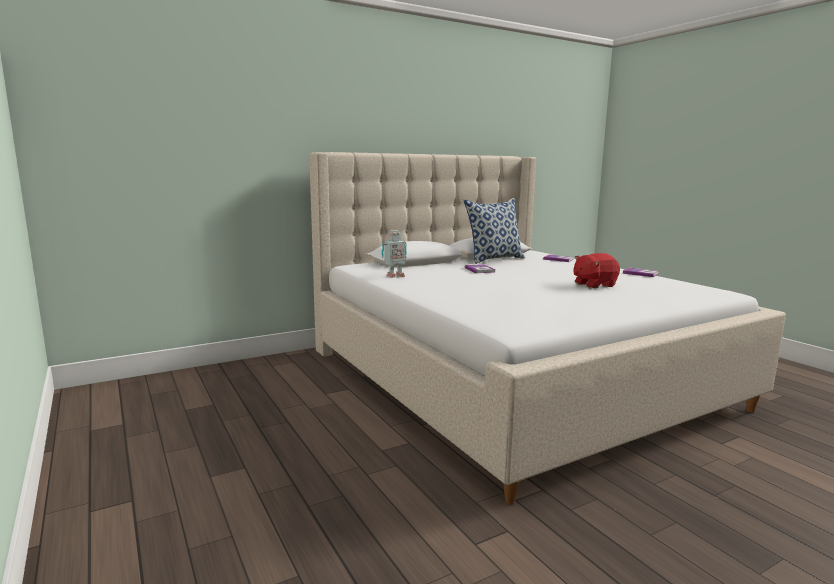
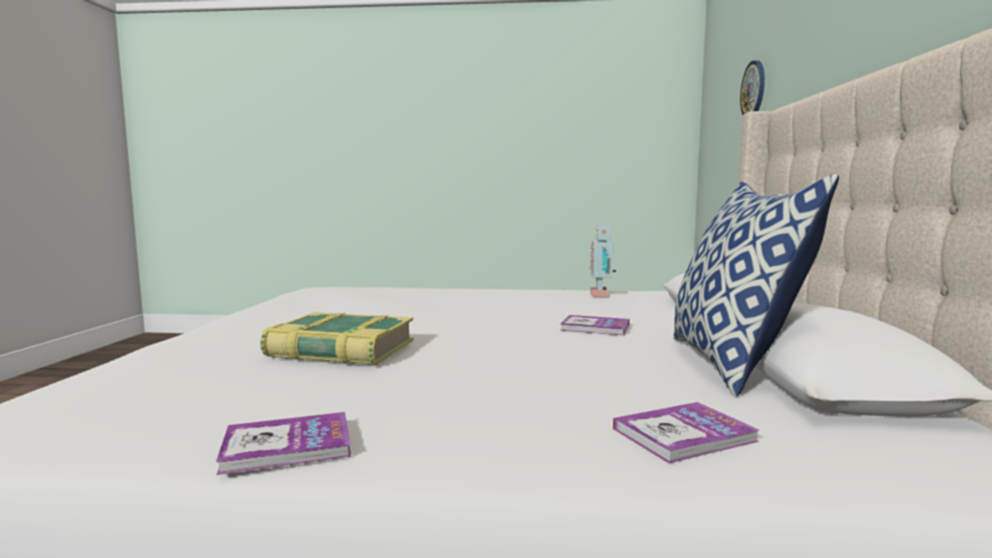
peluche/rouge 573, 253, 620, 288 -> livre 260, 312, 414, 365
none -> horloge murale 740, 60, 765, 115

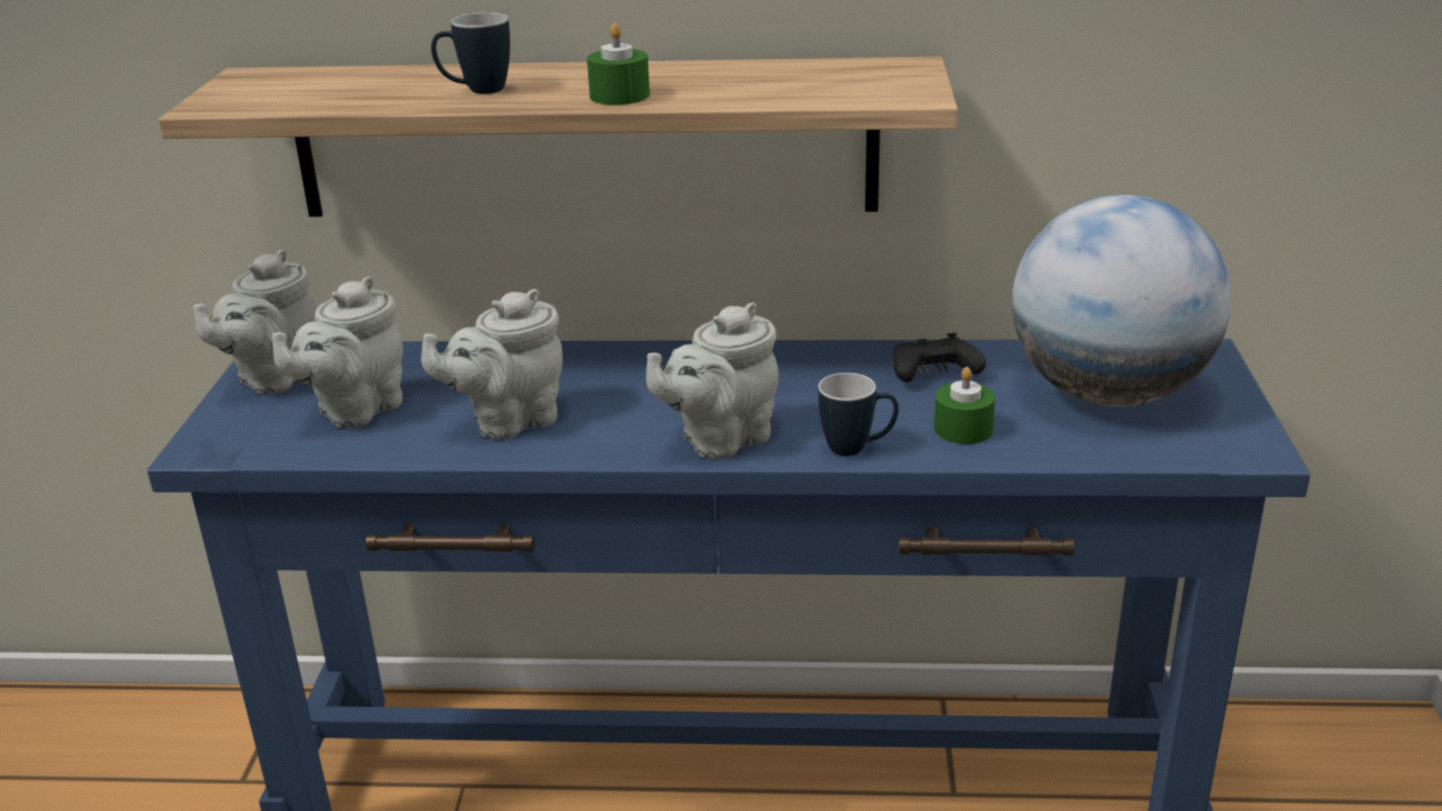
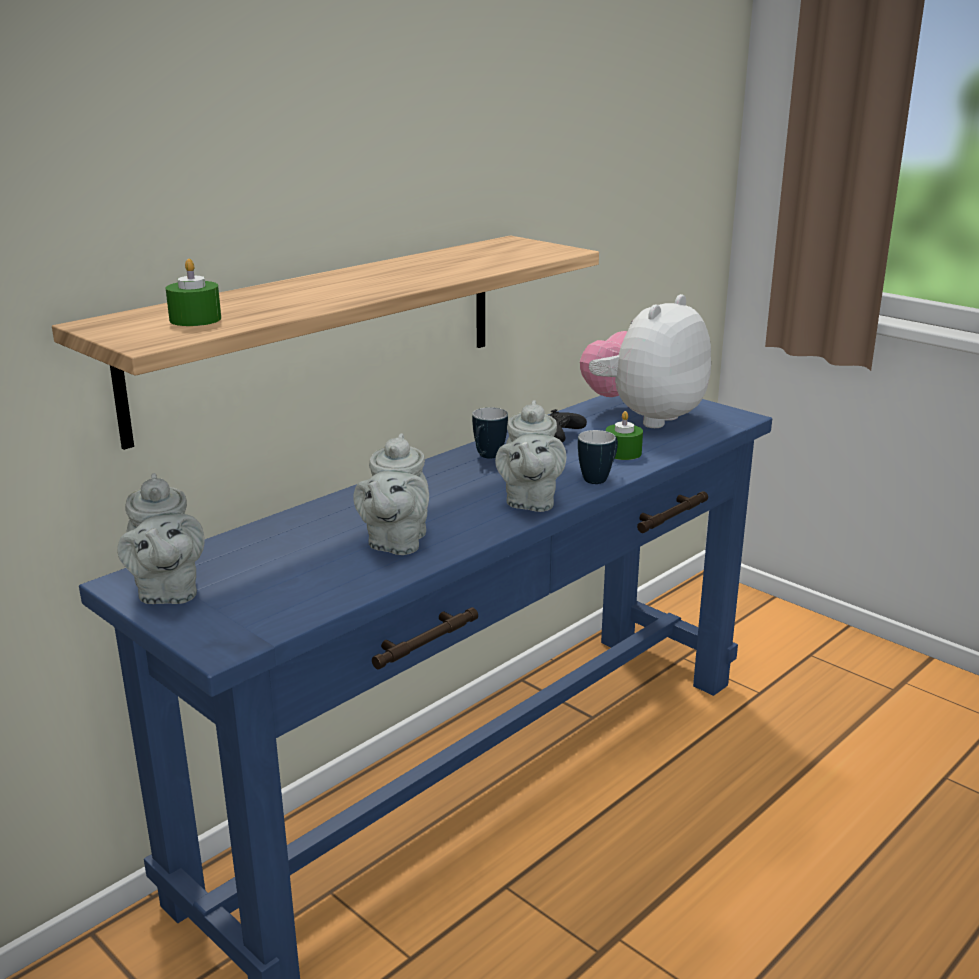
théière/gris 272, 276, 403, 428 -> none
mug 431, 12, 510, 94 -> mug 472, 407, 508, 458, move
bougie/vert 587, 23, 650, 105 -> bougie/vert 166, 259, 221, 326, move
globe 1012, 195, 1231, 407 -> peluche 580, 294, 711, 428

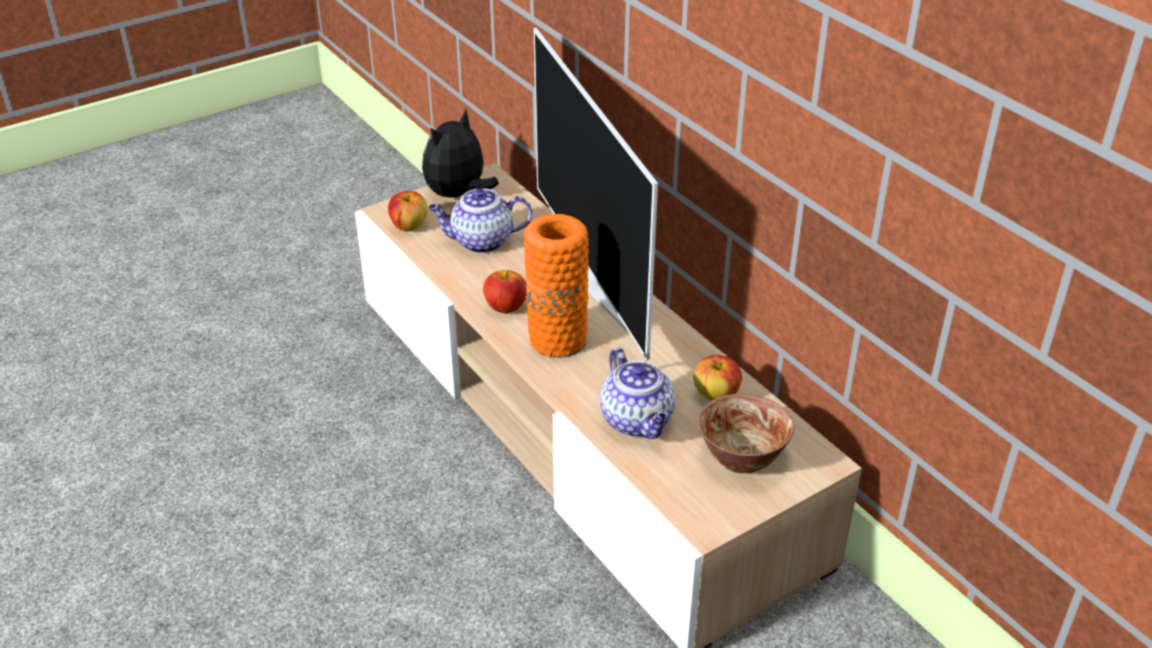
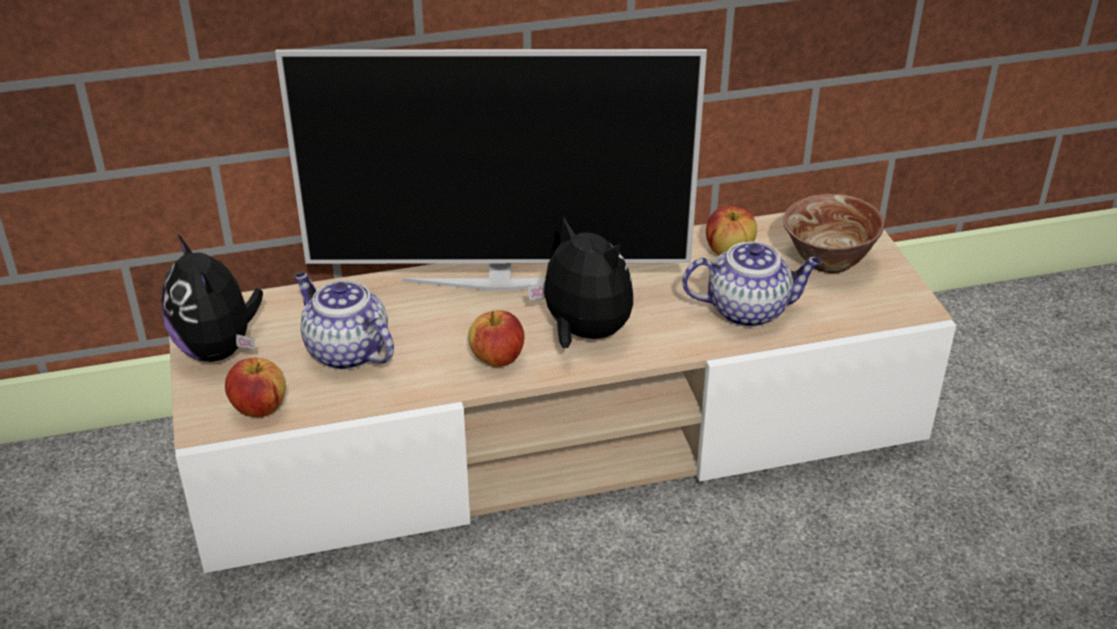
théière 428, 188, 533, 253 -> théière 294, 272, 394, 370, 120 degrees clockwise
vase/orange 524, 214, 589, 358 -> peluche 527, 217, 633, 348

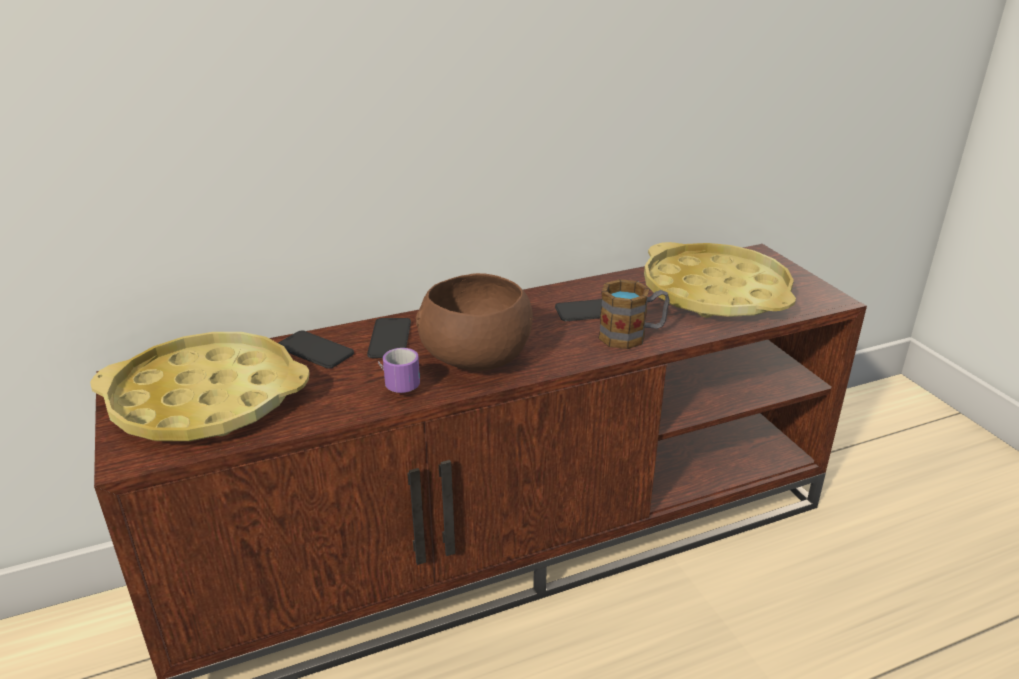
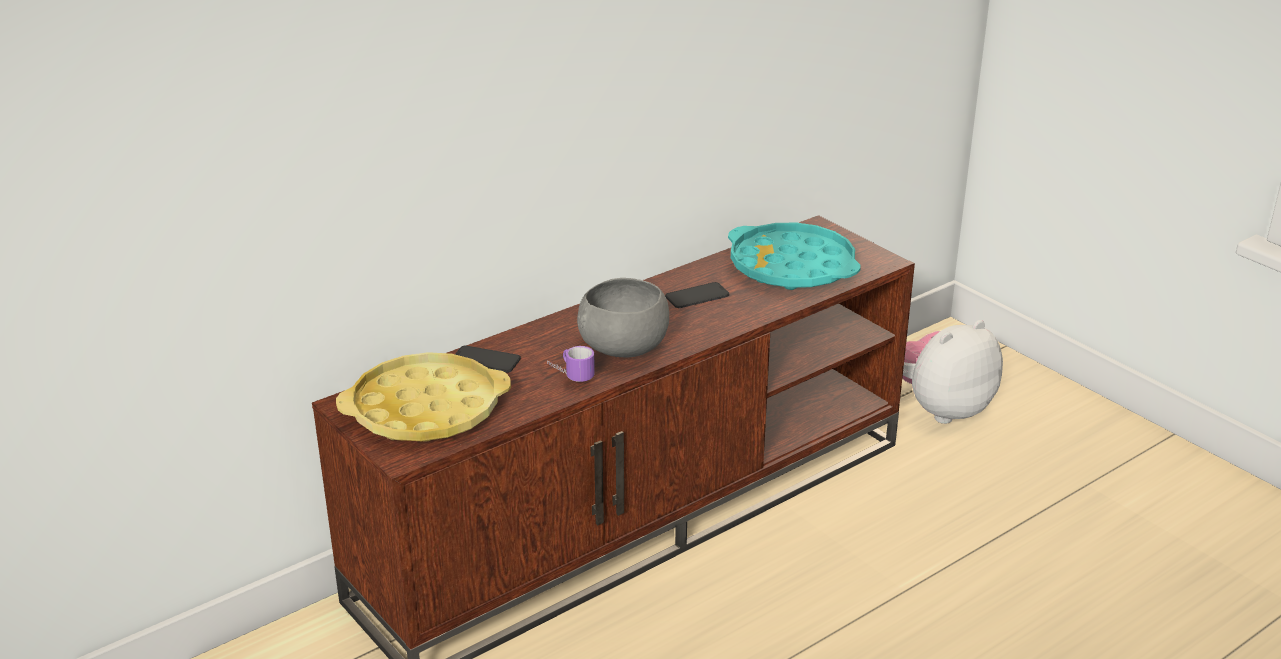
téléphone 367, 318, 411, 358 -> none
bol/marron 416, 273, 533, 371 -> bol/gris 577, 278, 669, 357
mug 598, 279, 670, 349 -> none
plateau/jaune 644, 242, 796, 318 -> plateau/turquoise 728, 223, 861, 290
none -> peluche 902, 320, 1003, 424

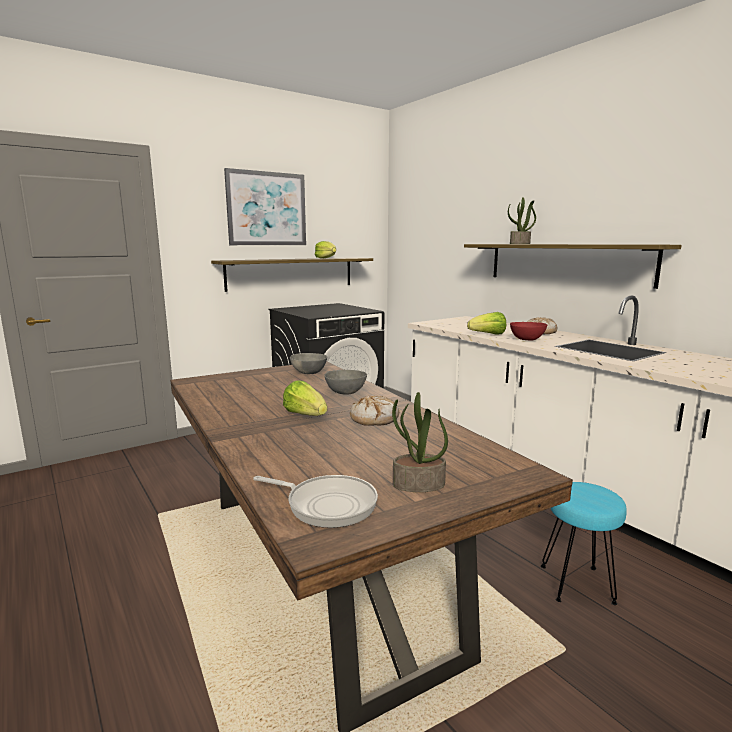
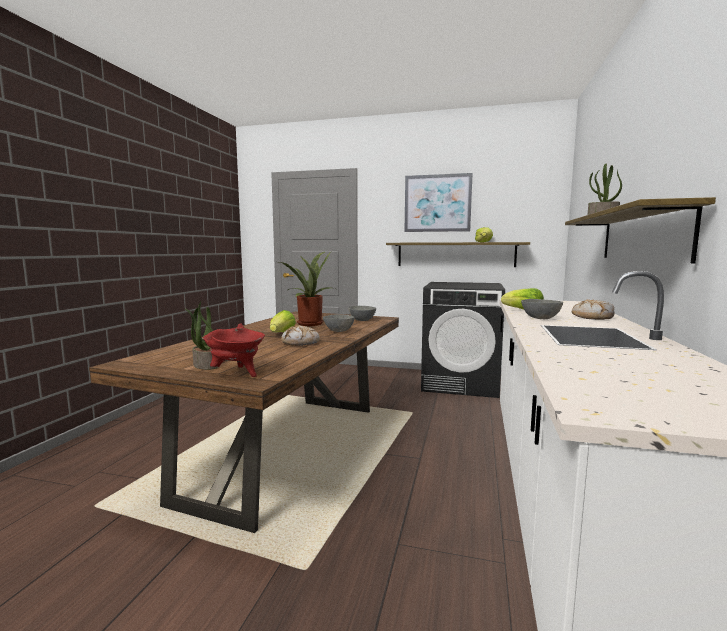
poêle 253, 475, 378, 528 -> none
bol/rouge 510, 322, 547, 340 -> bol/gris 521, 299, 563, 319
tabouret/turquoise 541, 482, 627, 605 -> none
none -> marmite/rouge 202, 323, 265, 377
none -> plante en pot 279, 252, 335, 326

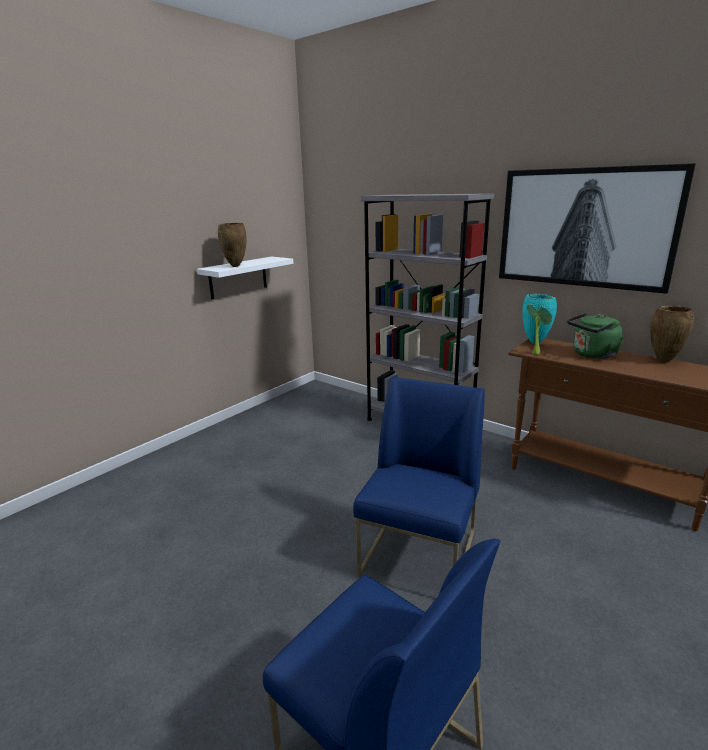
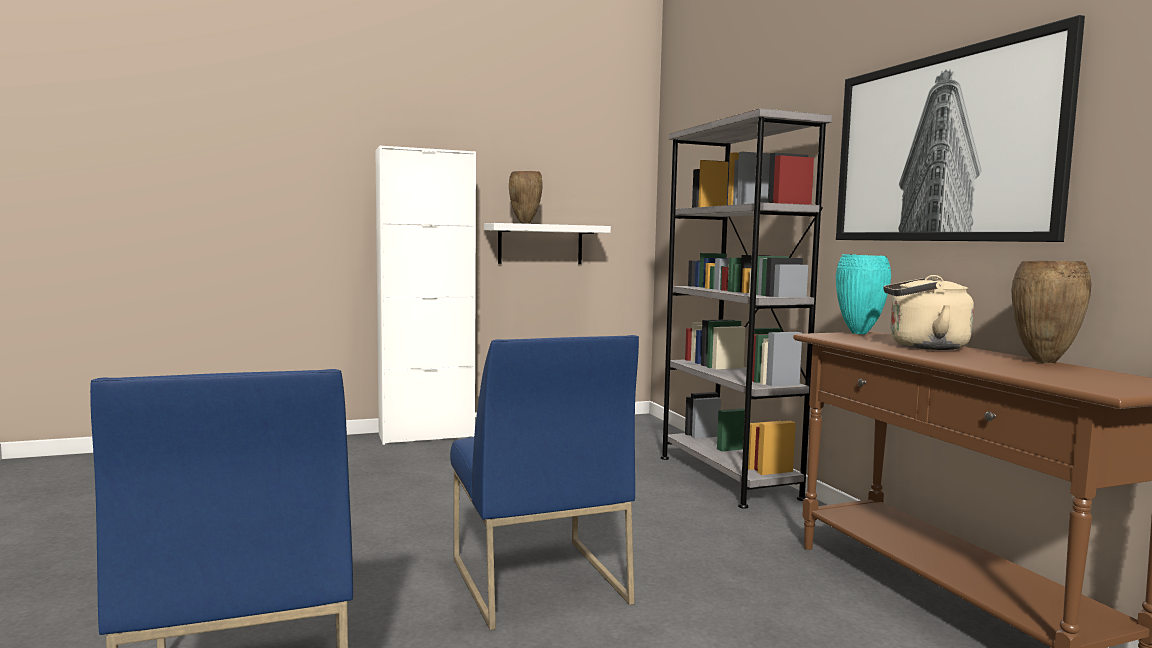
chaise/bleu 353, 377, 485, 577 -> chaise/bleu 450, 335, 639, 630, 105 degrees clockwise
plante en pot 527, 304, 552, 355 -> none
bouilloire/vert 567, 313, 625, 359 -> bouilloire/beige 883, 275, 974, 350
none -> meuble de rangement/blanc 375, 146, 476, 445

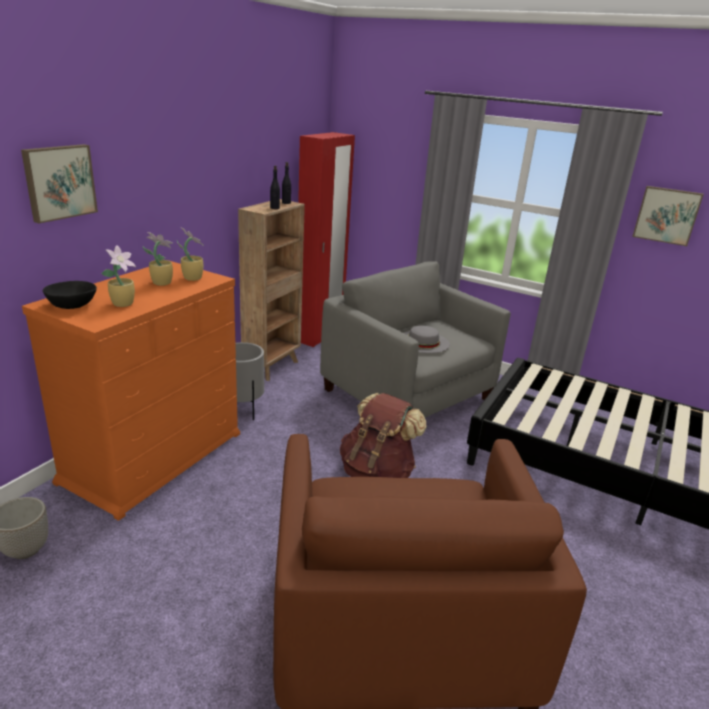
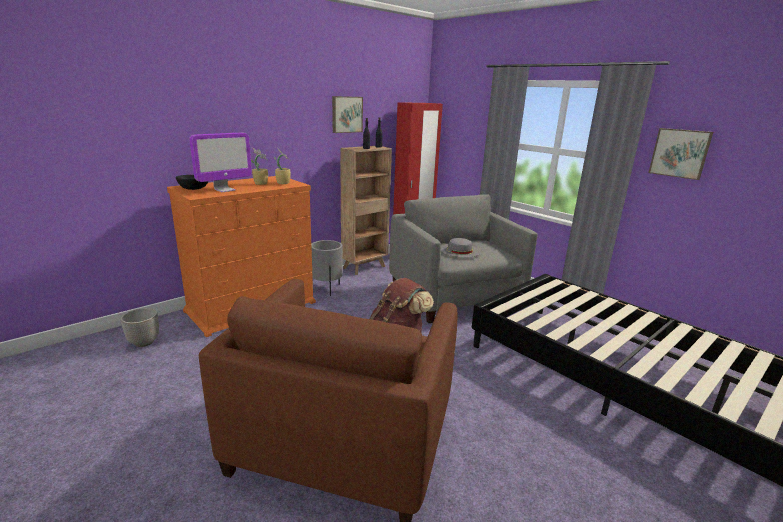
tableau 21, 144, 98, 223 -> tableau 332, 96, 363, 133, move
plante en pot 101, 245, 136, 307 -> écran d'ordinateur 189, 133, 252, 192

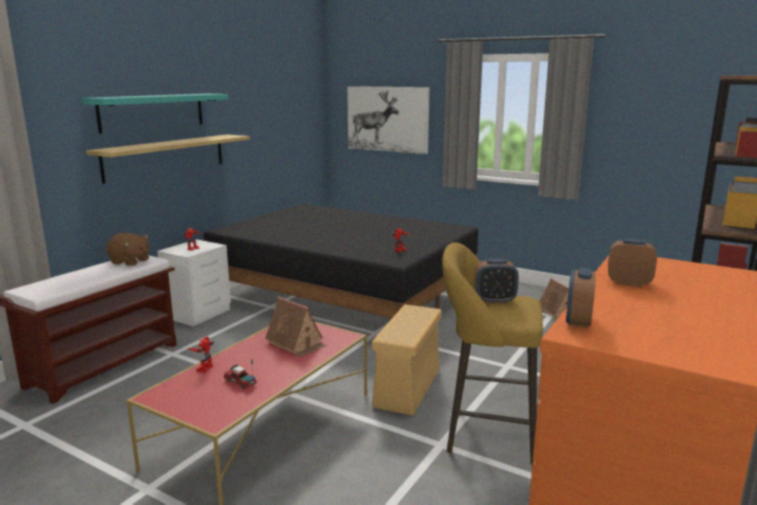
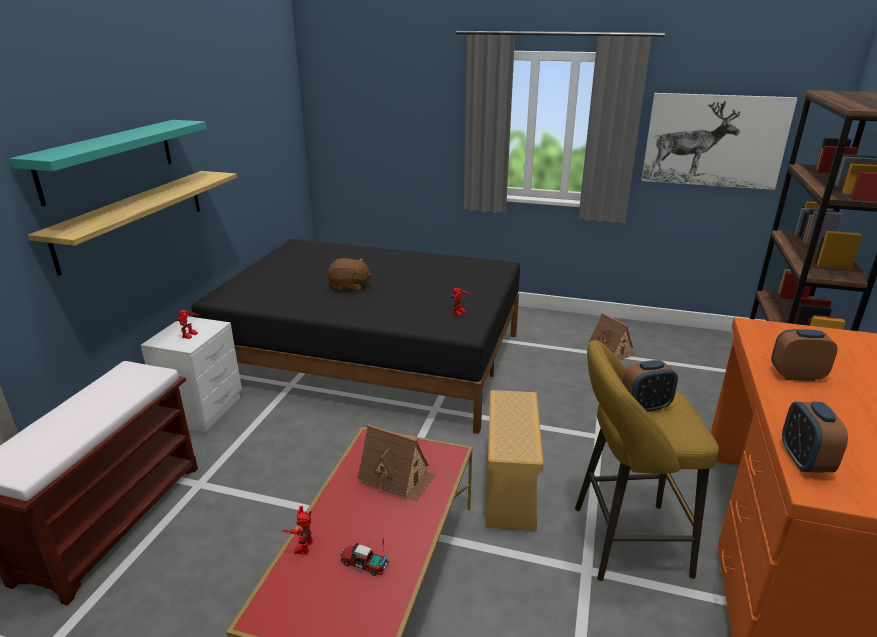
peluche/marron 106, 233, 150, 266 -> peluche/marron 328, 258, 372, 292, move
tableau 347, 86, 430, 154 -> tableau 641, 93, 797, 190, move

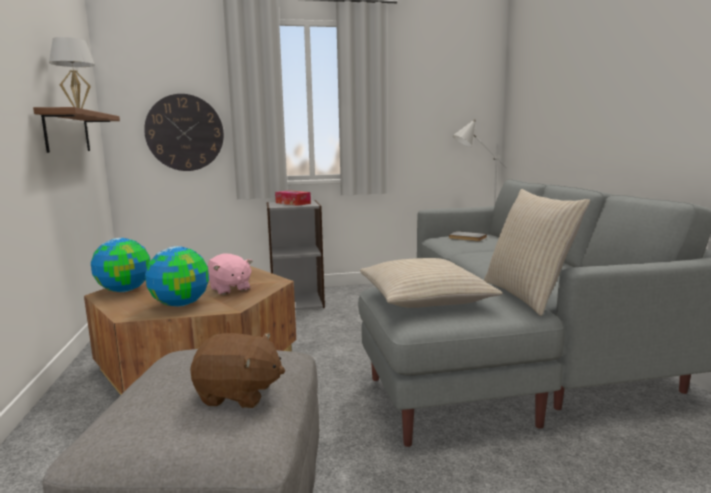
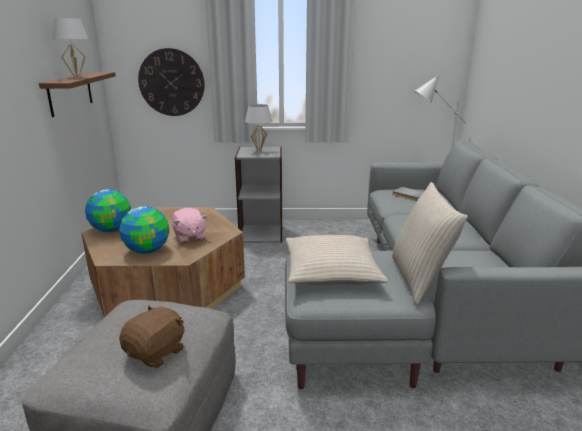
peluche/marron 190, 333, 285, 408 -> peluche/marron 119, 305, 185, 368, 75 degrees counterclockwise
boîte à mouchoirs 275, 190, 311, 206 -> lampe de table/blanc 245, 104, 272, 152

